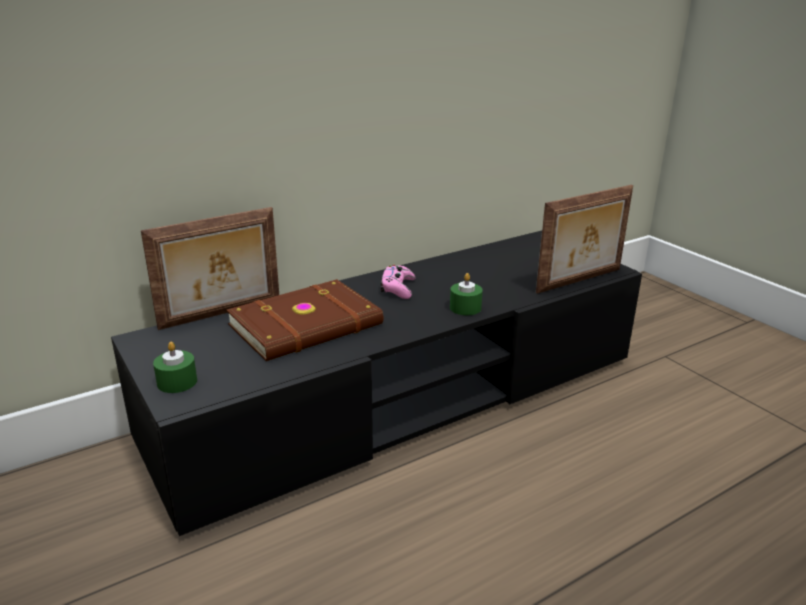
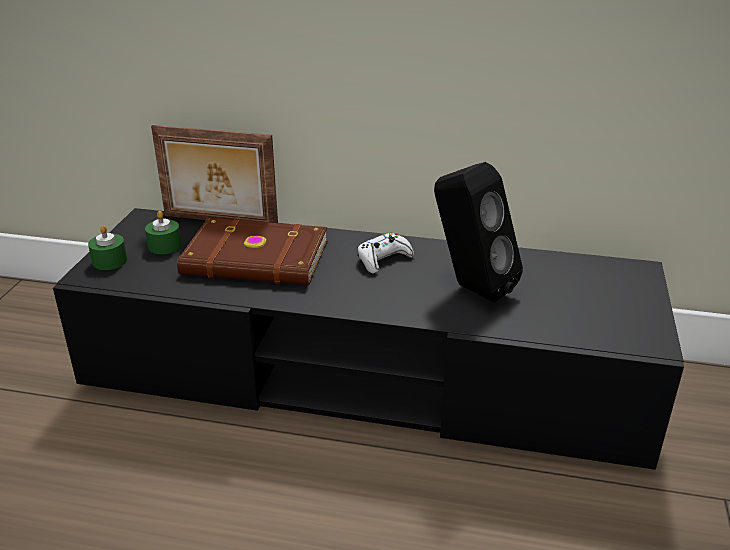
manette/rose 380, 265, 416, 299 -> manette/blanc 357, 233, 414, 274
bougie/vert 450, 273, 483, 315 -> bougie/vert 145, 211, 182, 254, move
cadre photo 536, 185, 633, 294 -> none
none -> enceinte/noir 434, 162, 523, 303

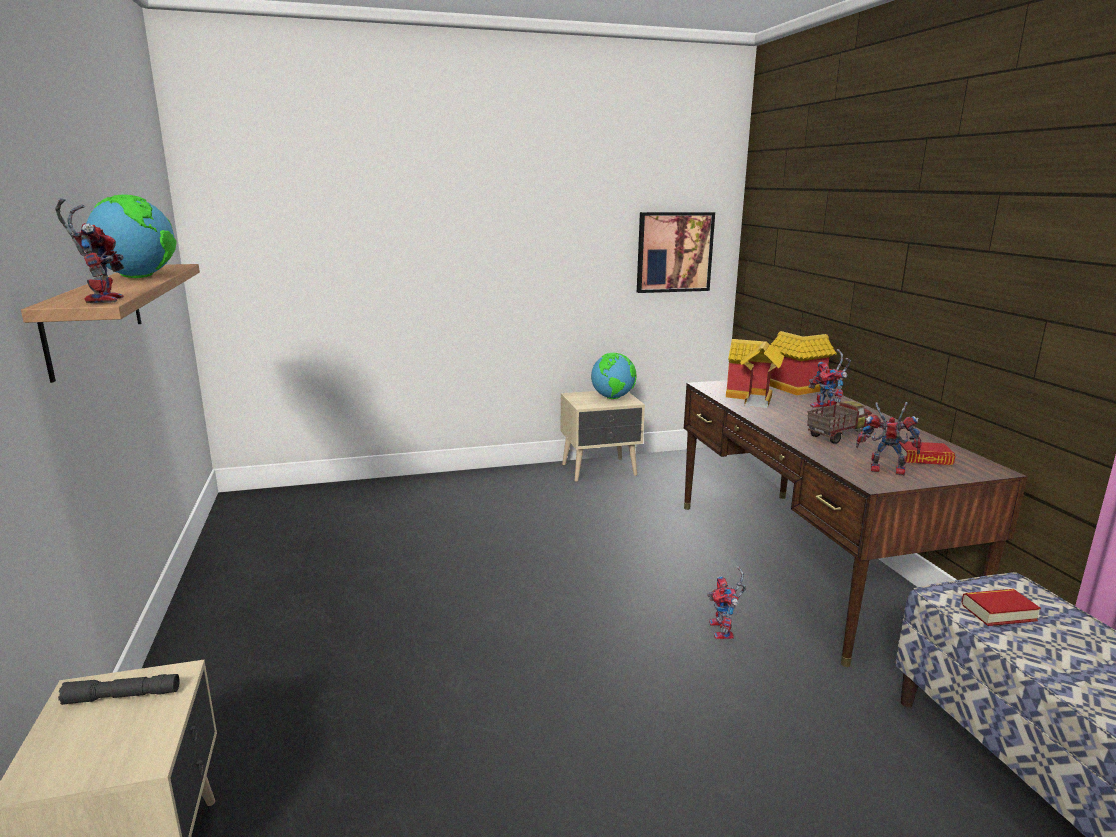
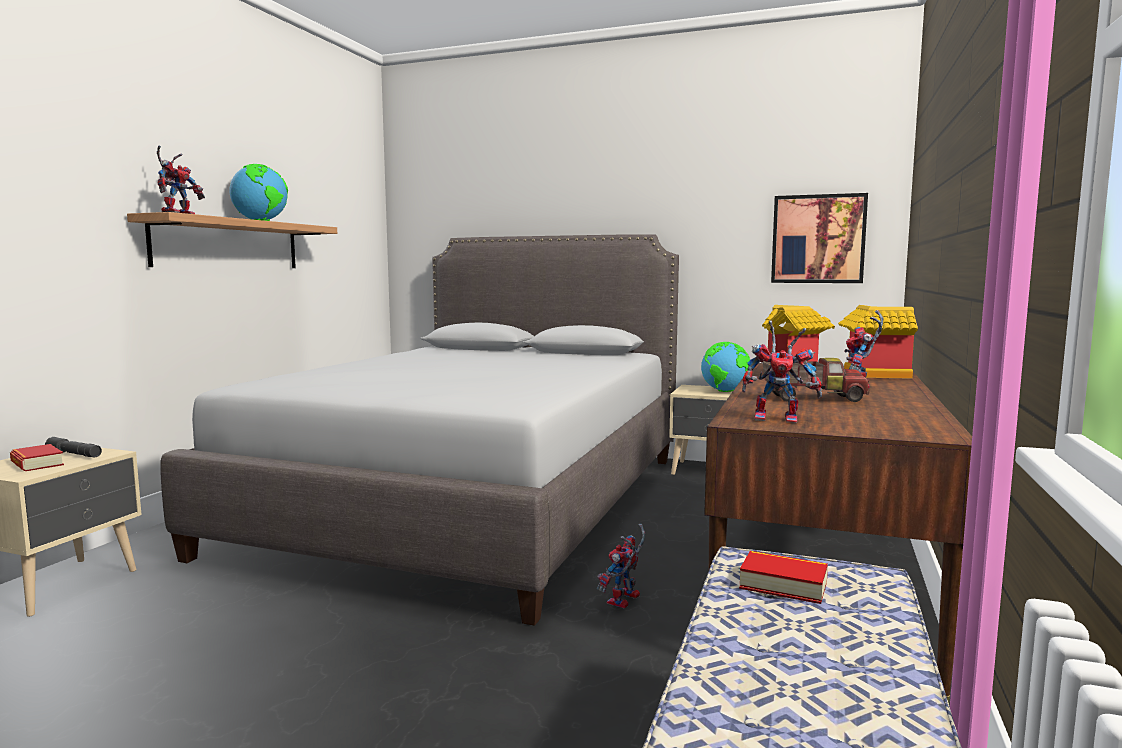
robot jouet 856, 402, 921, 476 -> robot jouet 742, 321, 822, 423, 135 degrees clockwise
livre 899, 441, 955, 465 -> livre 10, 444, 64, 471, move
none -> lit/gris 160, 234, 679, 626

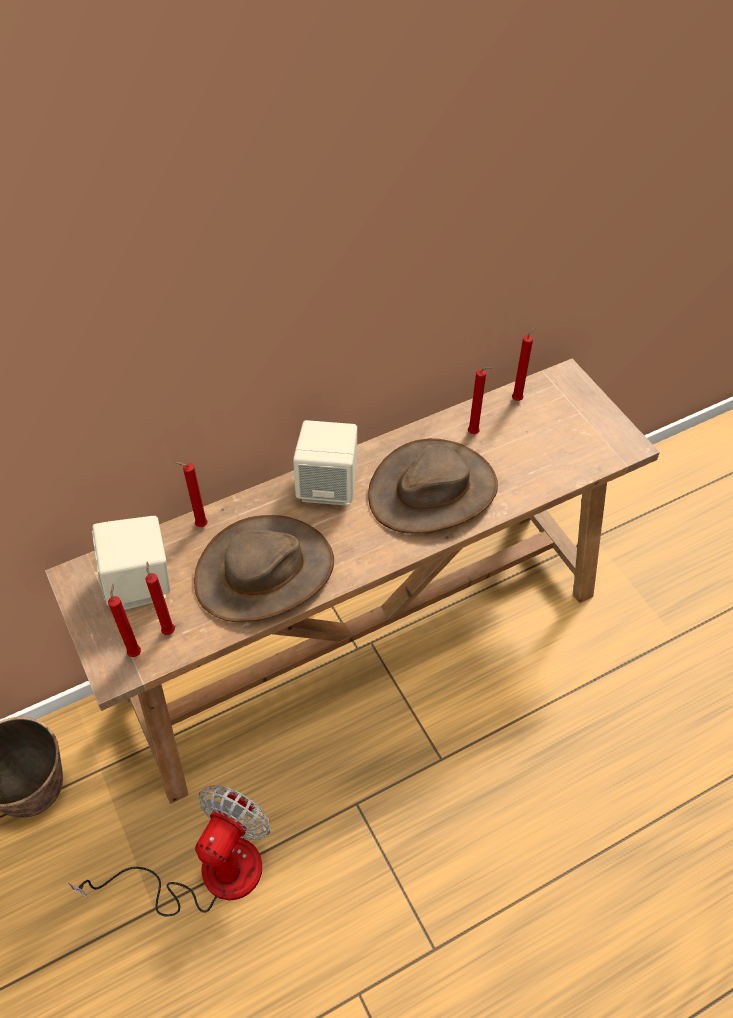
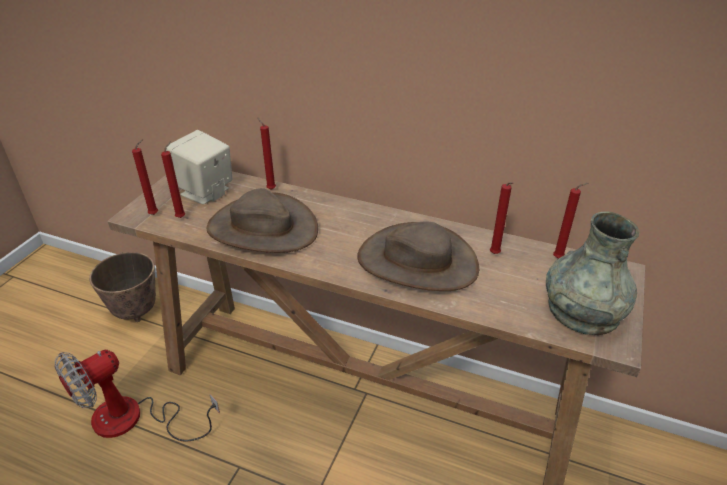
ventilateur 68, 785, 270, 916 -> ventilateur 55, 350, 220, 442, 150 degrees clockwise
enceinte/beige 293, 420, 357, 506 -> none
none -> vase/gris 546, 212, 640, 335

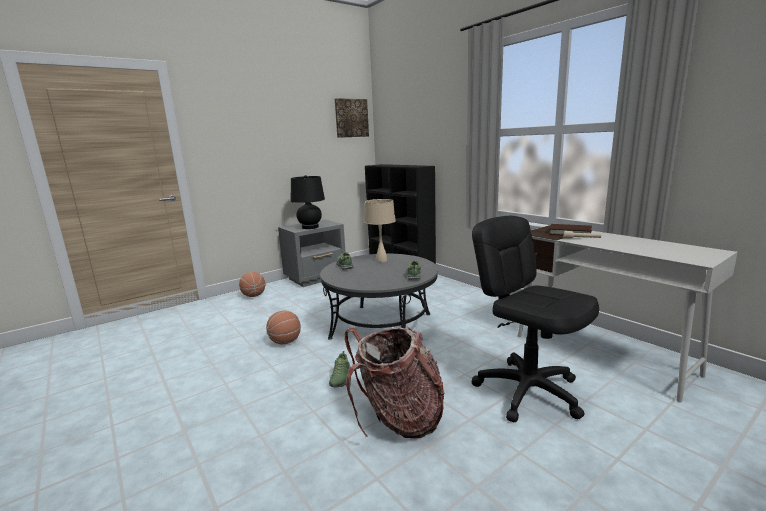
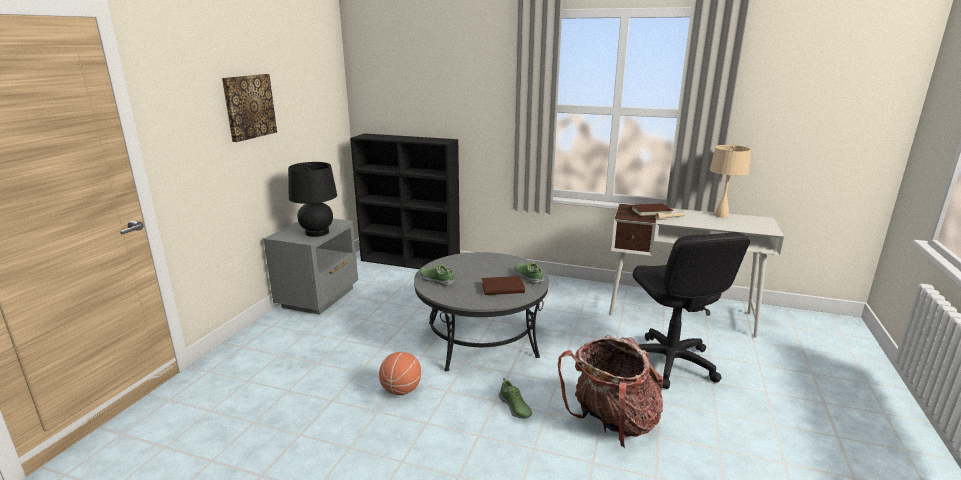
ballon de basket 239, 272, 265, 297 -> none
tableau 335, 98, 369, 138 -> tableau 222, 74, 277, 142, move
lampe de table/beige 364, 199, 396, 262 -> lampe de table/beige 710, 145, 751, 218, move
chaise de bureau/noir 472, 216, 599, 423 -> chaise de bureau/noir 633, 232, 750, 389, 120 degrees counterclockwise
none -> livre/marron 481, 276, 525, 295

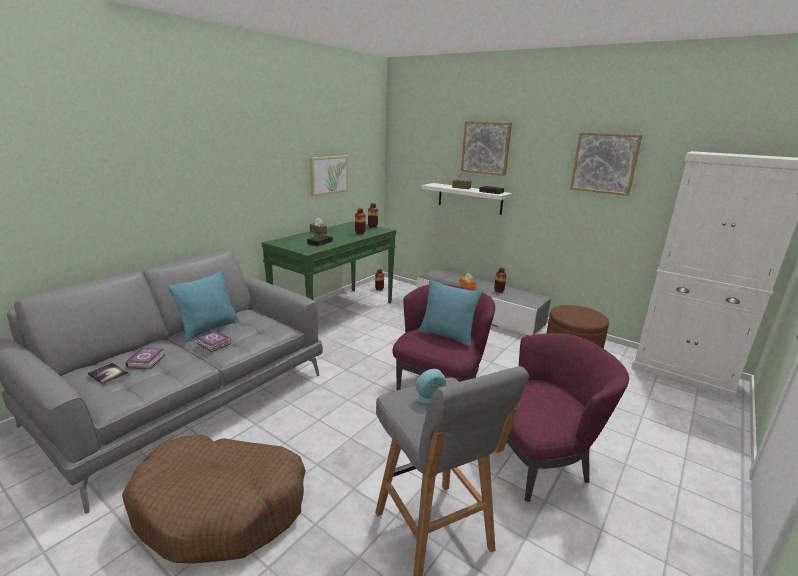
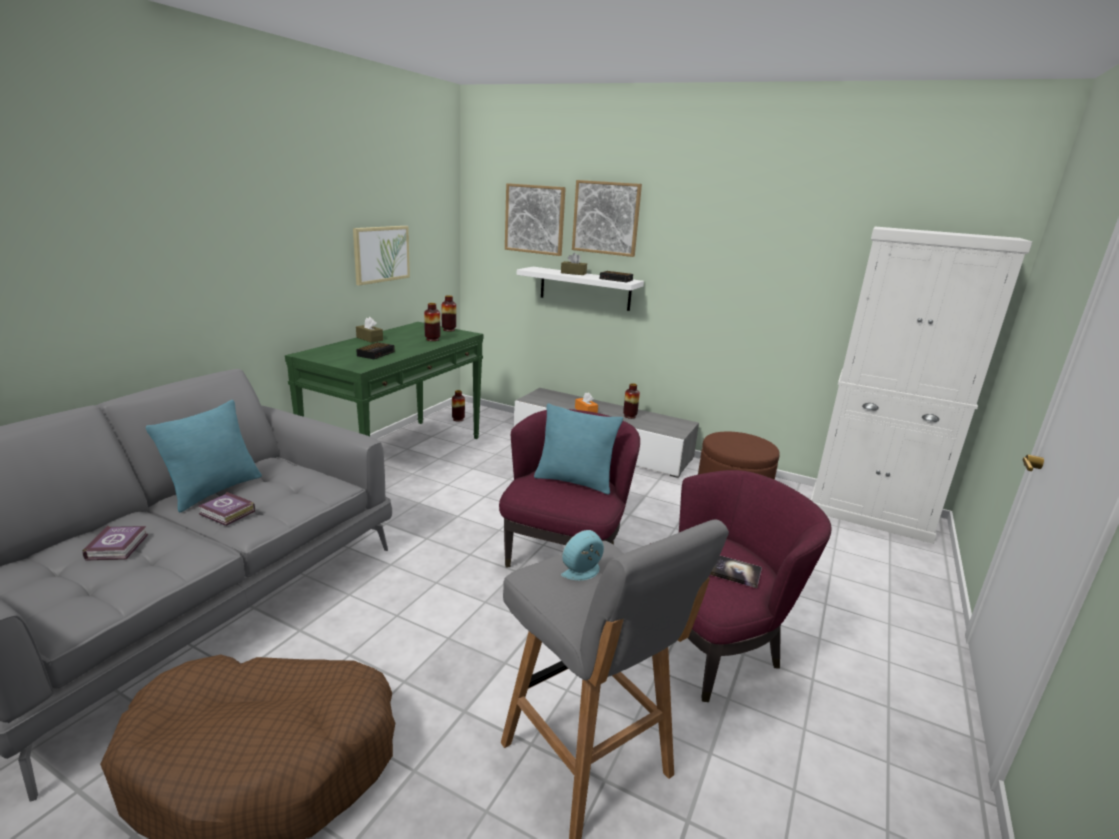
livre 88, 363, 130, 386 -> livre 710, 556, 762, 588, move
tableau 570, 132, 642, 196 -> tableau 505, 183, 566, 256, move

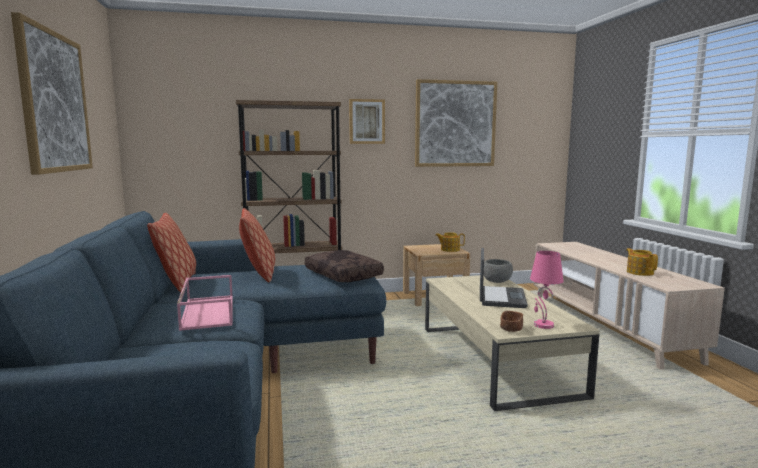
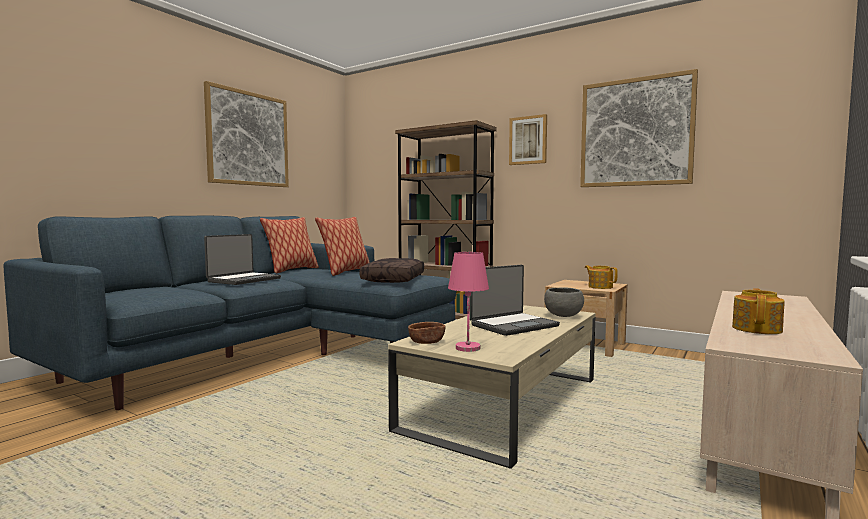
plateau/rose 177, 275, 233, 331 -> ordinateur portable 204, 234, 281, 285

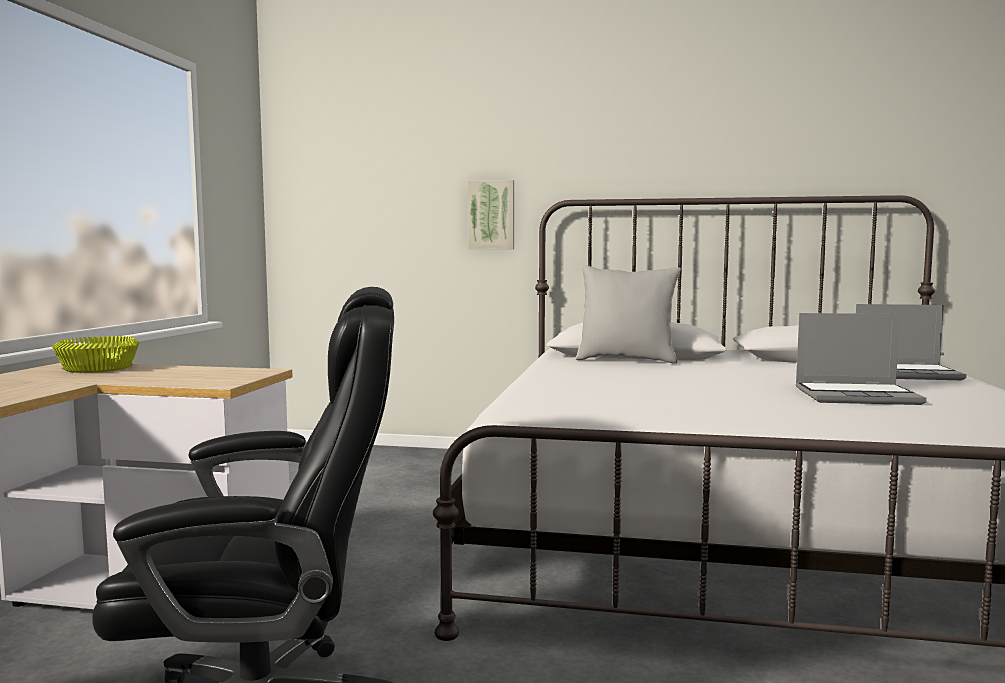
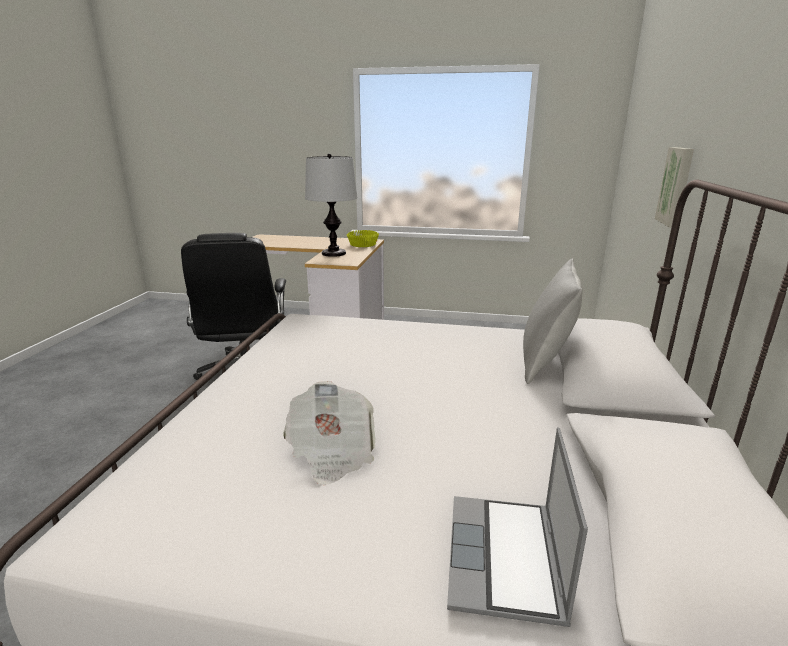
ordinateur portable 796, 313, 927, 405 -> journal 283, 381, 376, 485
none -> lampe de table 305, 154, 358, 257

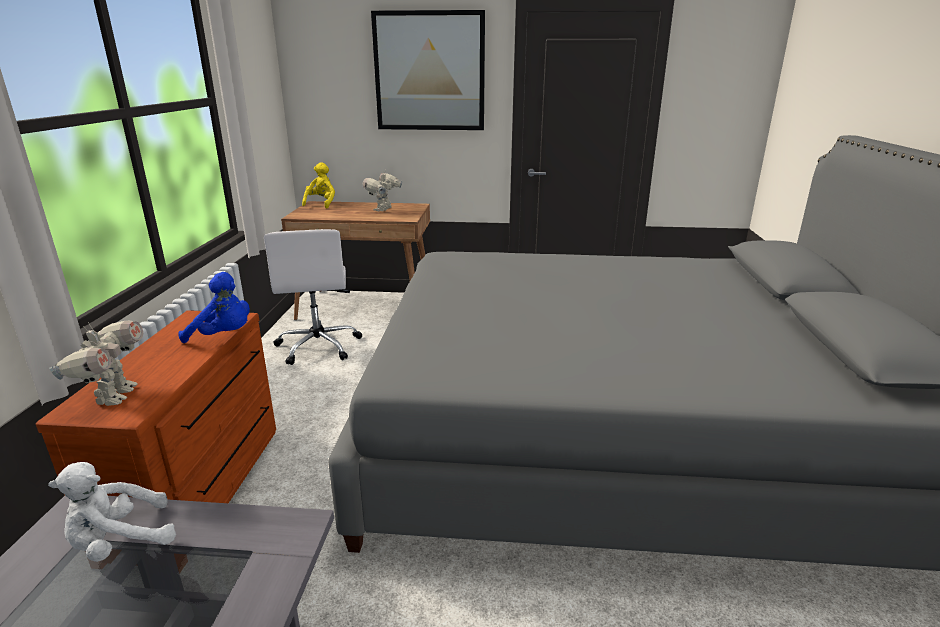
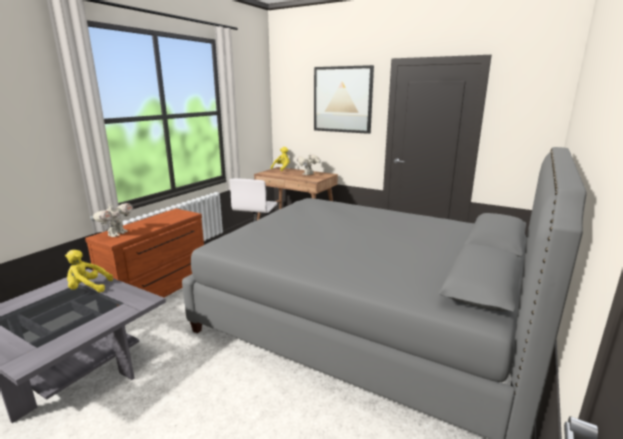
peluche/blanc 48, 462, 176, 562 -> peluche/jaune 65, 250, 113, 292
peluche/bleu 178, 272, 250, 343 -> none

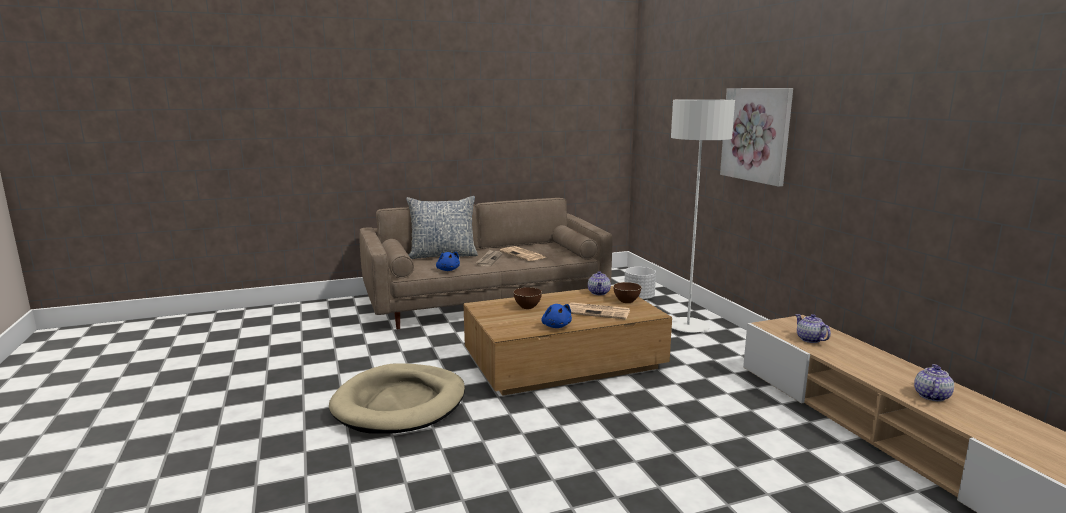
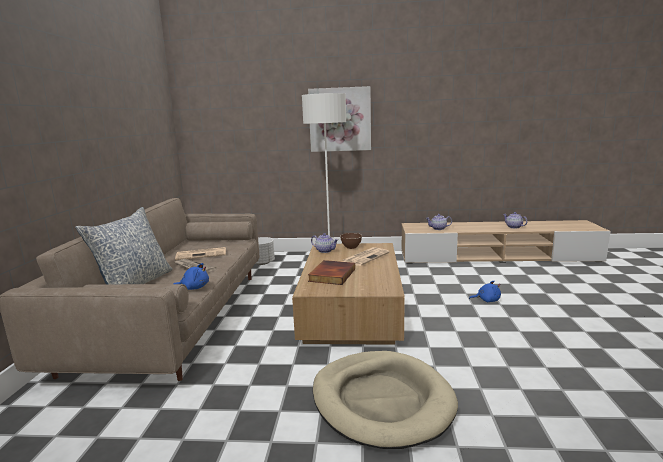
bol/marron 513, 287, 542, 309 -> livre 308, 260, 355, 285
peluche/bleu 541, 304, 572, 328 -> peluche/bleu 469, 281, 501, 302, move

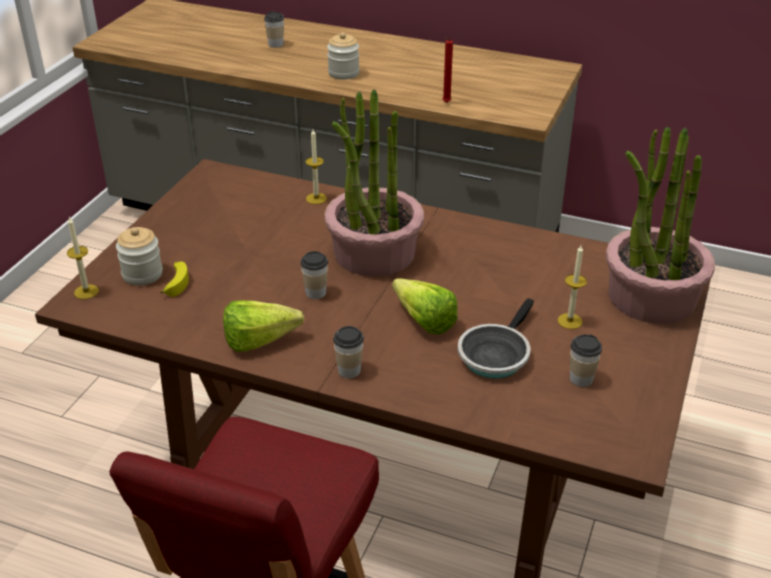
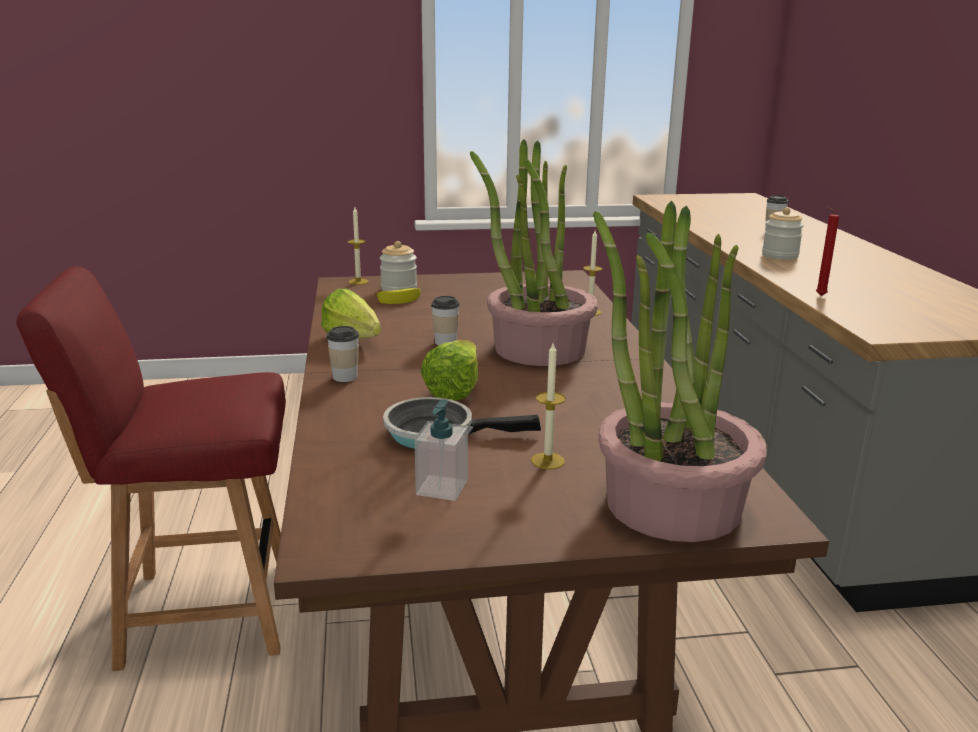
tasse 570, 334, 602, 387 -> distributeur de savon 415, 400, 468, 501

